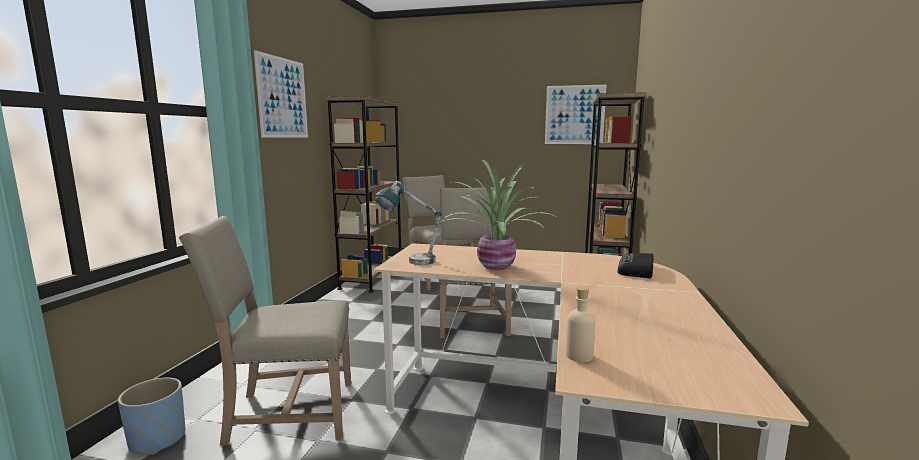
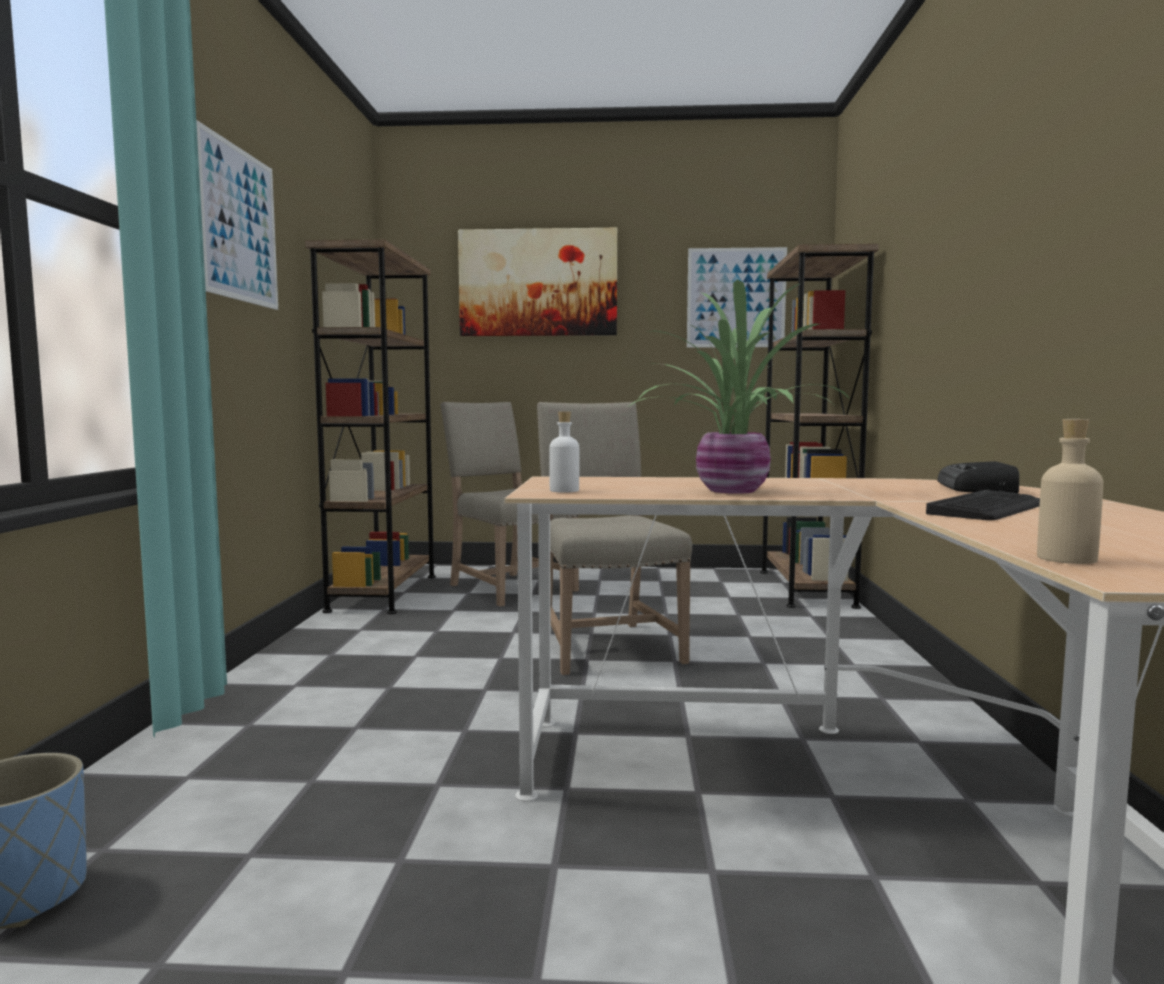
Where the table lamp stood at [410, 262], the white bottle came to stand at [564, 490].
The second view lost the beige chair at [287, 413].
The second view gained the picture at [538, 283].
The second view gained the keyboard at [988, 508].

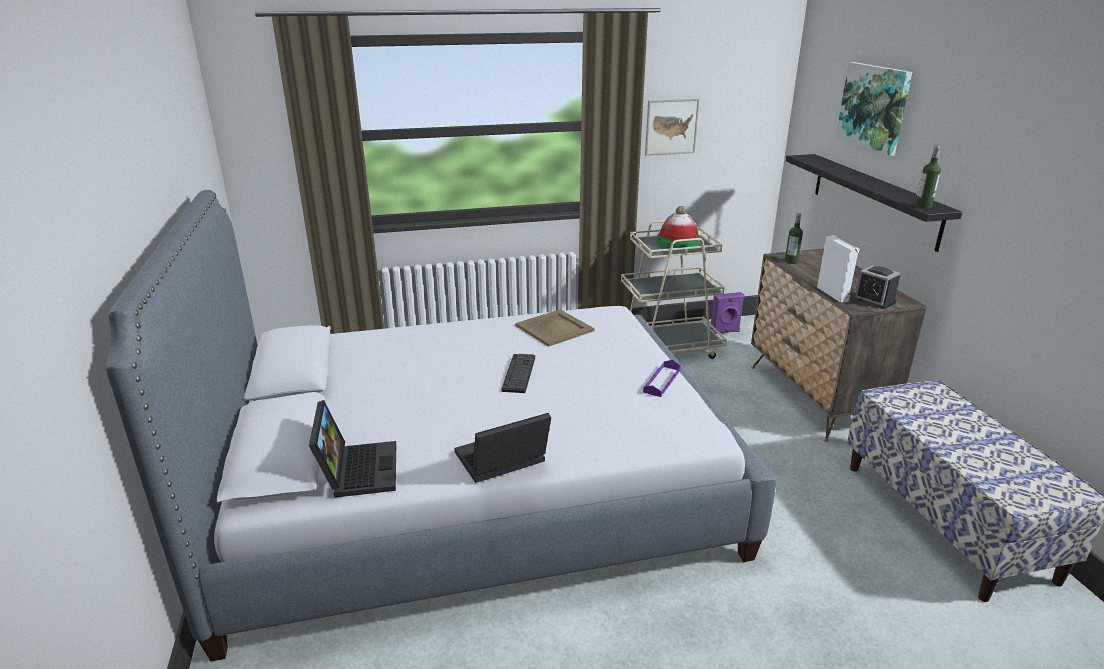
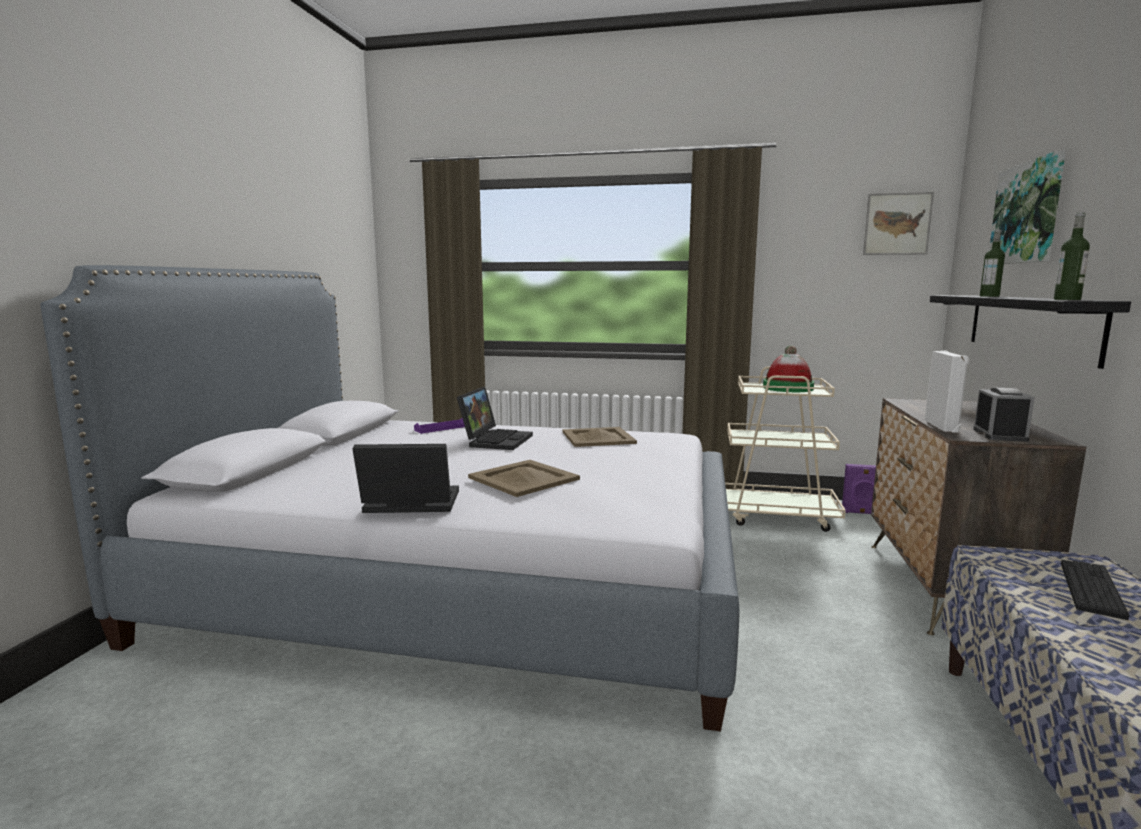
The picture ended up elsewhere, having gone from [671, 127] to [897, 224].
The bottle ended up elsewhere, having gone from [791, 261] to [989, 296].
The alarm clock at [873, 300] ended up facing another way, 150 degrees counterclockwise from before.
The keyboard ended up elsewhere, having gone from [519, 373] to [1091, 589].
The purple tray ended up elsewhere, having gone from [662, 381] to [441, 428].
The laptop ended up elsewhere, having gone from [357, 469] to [495, 440].
The second view gained the beige tray at [524, 478].

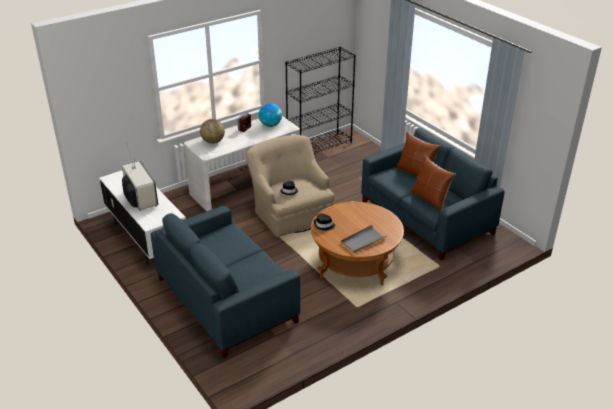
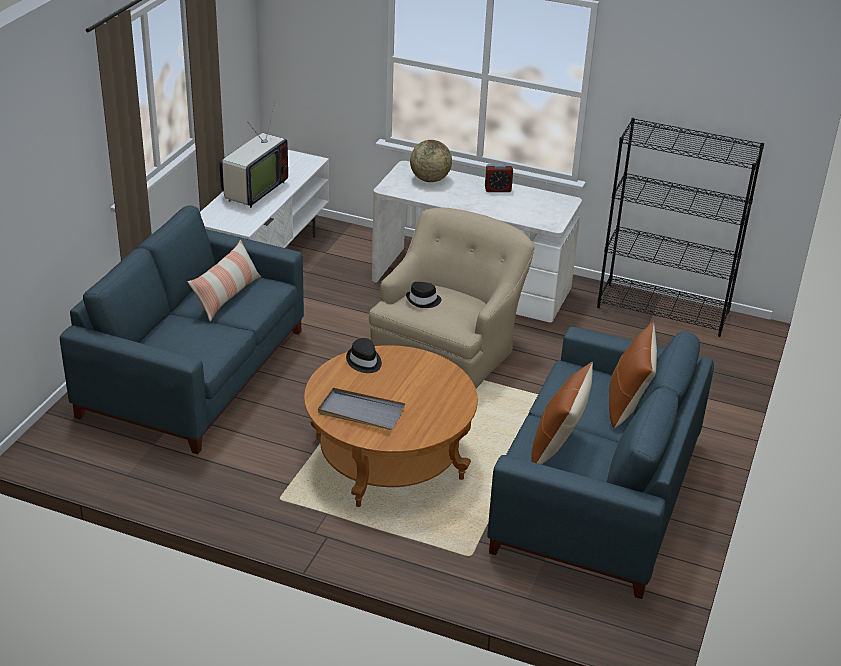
The second view lost the globe at [270, 125].
The second view gained the pillow at [227, 296].

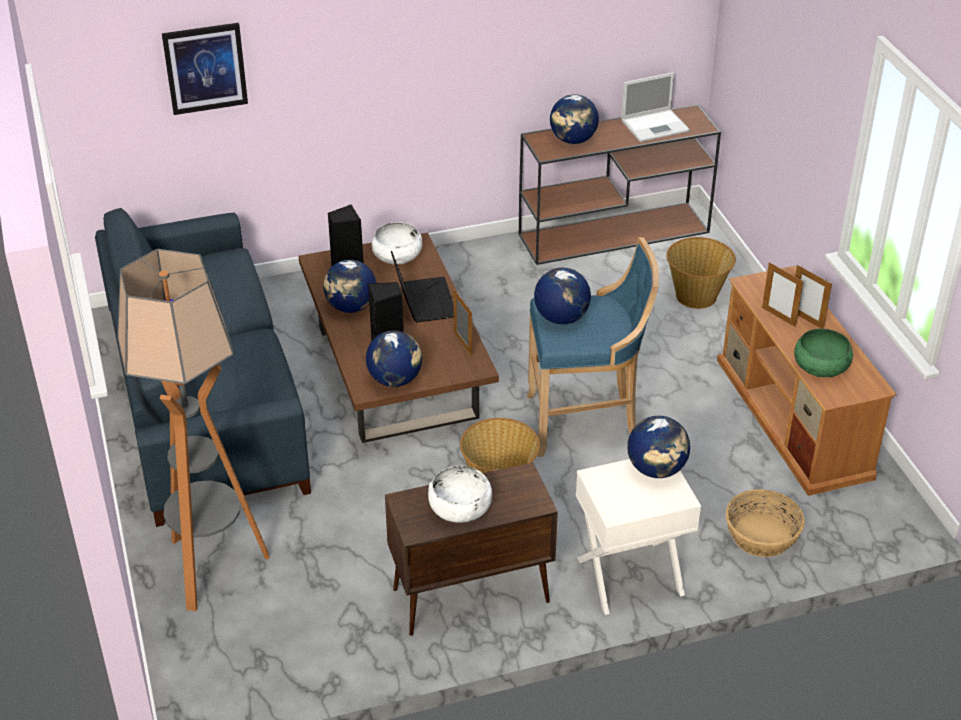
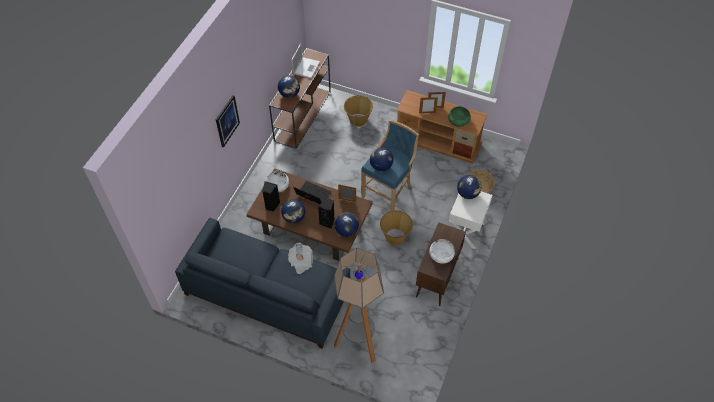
The picture ended up elsewhere, having gone from [205, 68] to [227, 121].
The second view gained the newspaper at [301, 262].

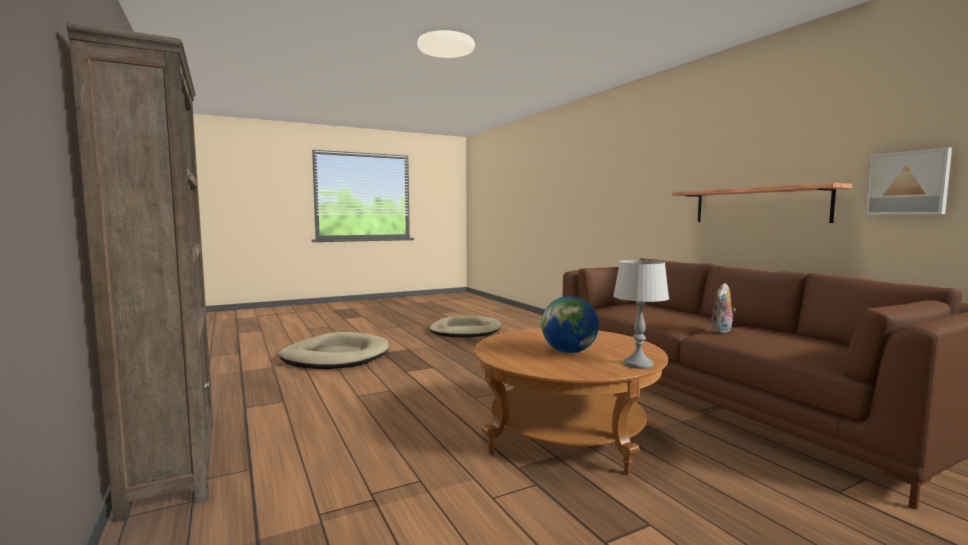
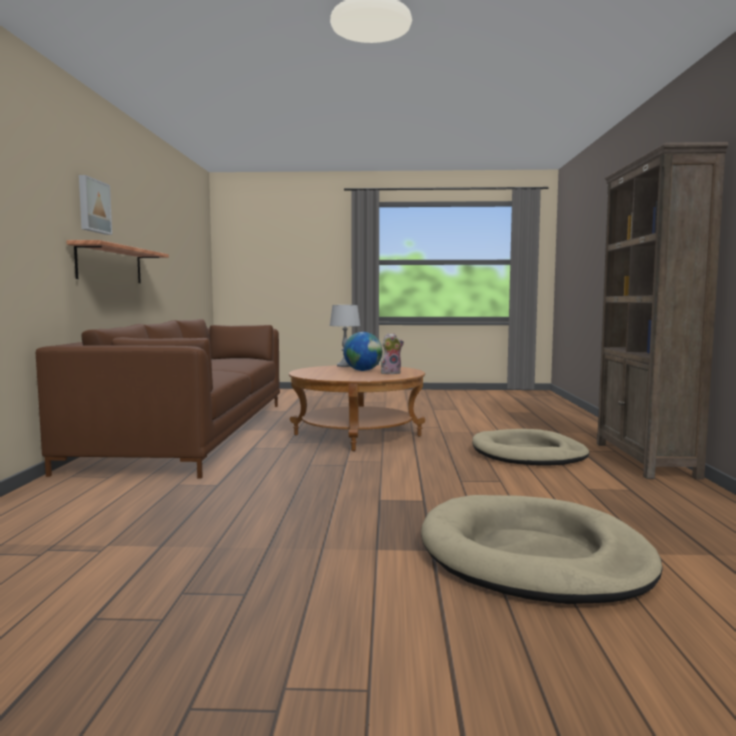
The picture ended up elsewhere, having gone from [907, 183] to [93, 206].
The plush toy ended up elsewhere, having gone from [722, 331] to [391, 373].
The beige dog bed ended up elsewhere, having gone from [465, 331] to [528, 454].

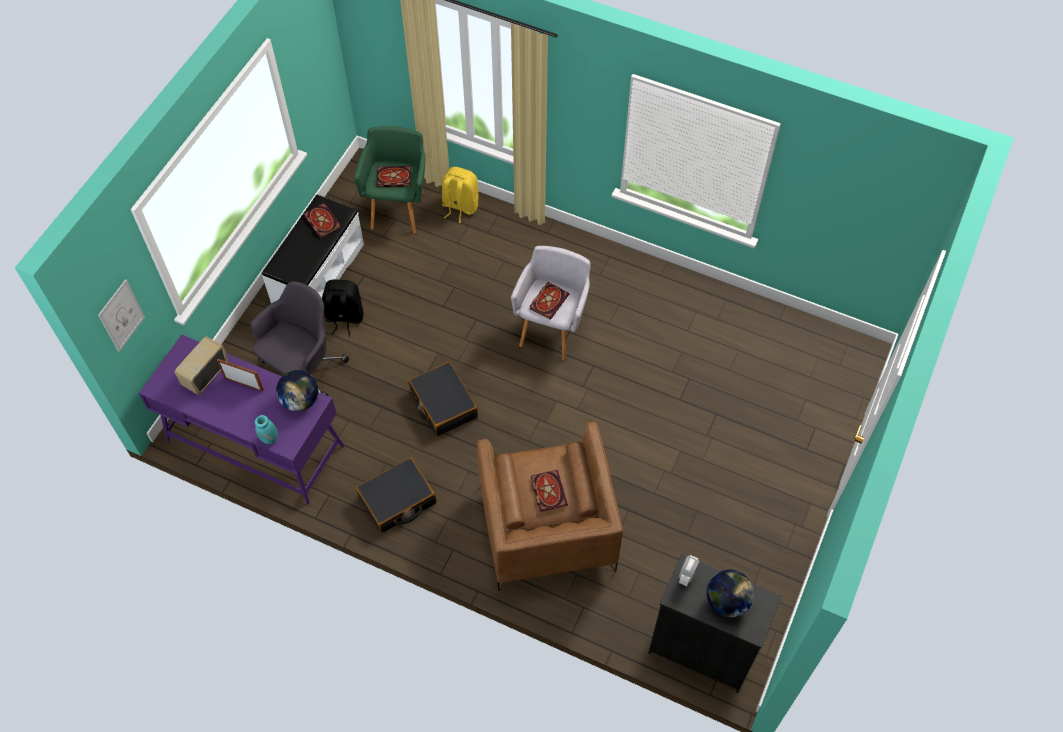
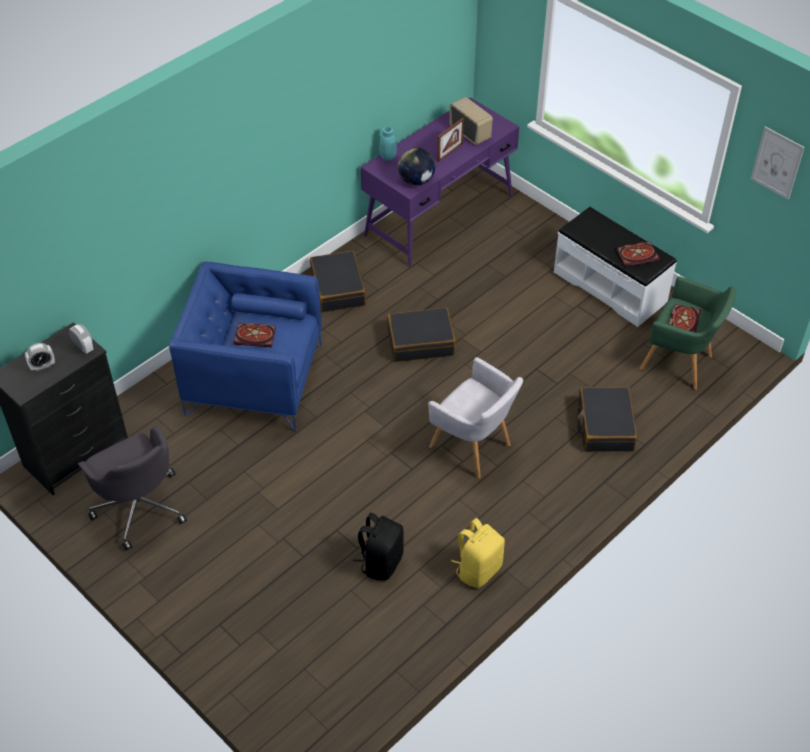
The yellow backpack ended up elsewhere, having gone from [459, 206] to [478, 569].
The picture ended up elsewhere, having gone from [121, 315] to [777, 163].
The black backpack ended up elsewhere, having gone from [344, 317] to [381, 562].
The grey office chair ended up elsewhere, having gone from [302, 369] to [139, 506].
The second view lost the book at [549, 300].
What was the brown armchair at [547, 529] turned into the blue armchair at [254, 380].
Where the globe stood at [727, 601], the alarm clock came to stand at [42, 366].
The second view gained the black suitcase at [605, 426].

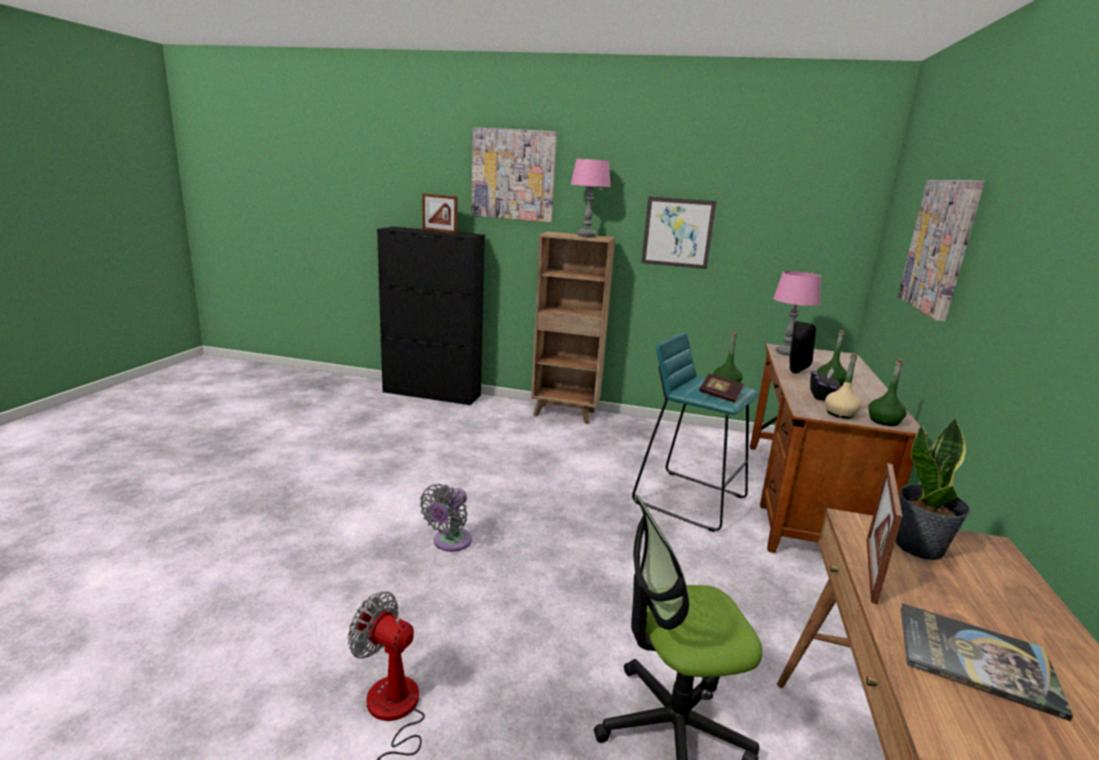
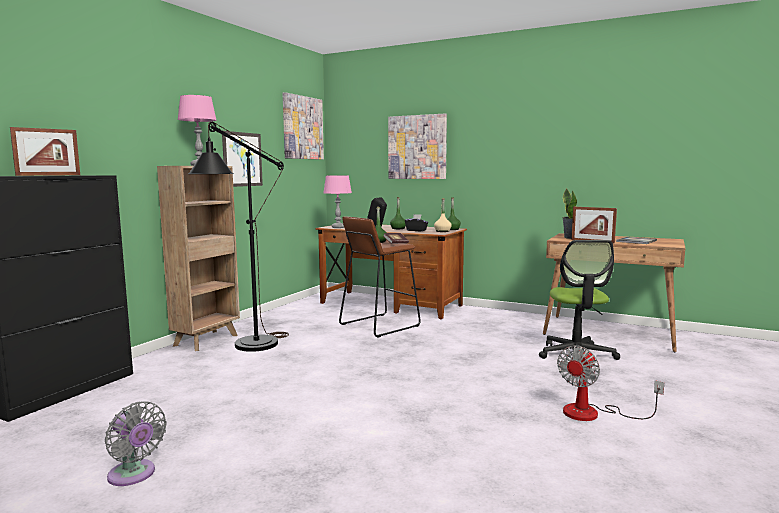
The picture ended up elsewhere, having gone from [513, 175] to [302, 128].
What was the turquoise stool at [689, 499] turned into the brown stool at [379, 325].
The grey fan ended up elsewhere, having gone from [450, 542] to [134, 475].
The second view gained the black floor lamp at [247, 348].

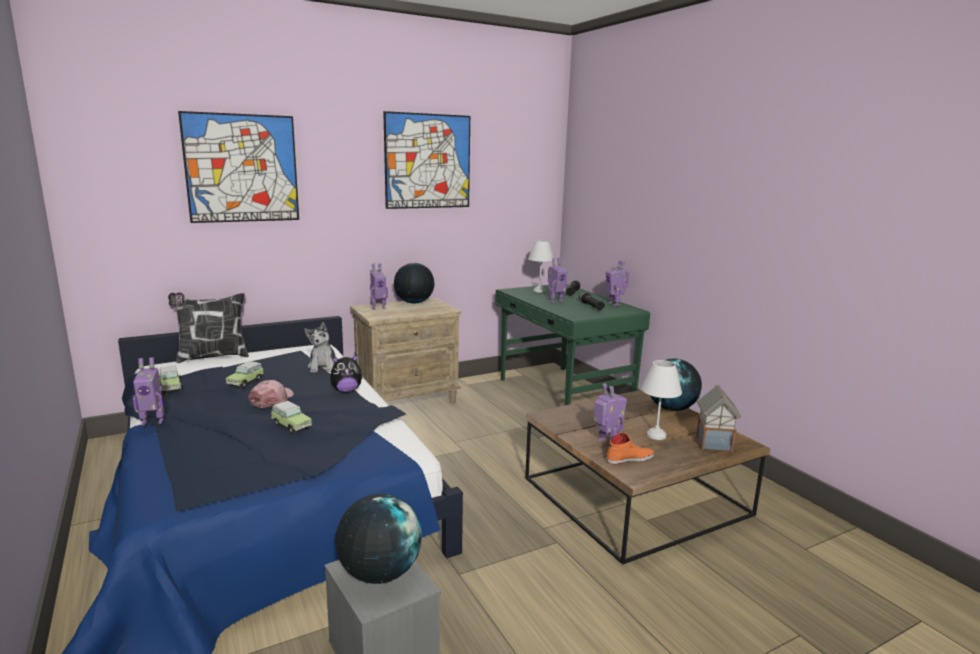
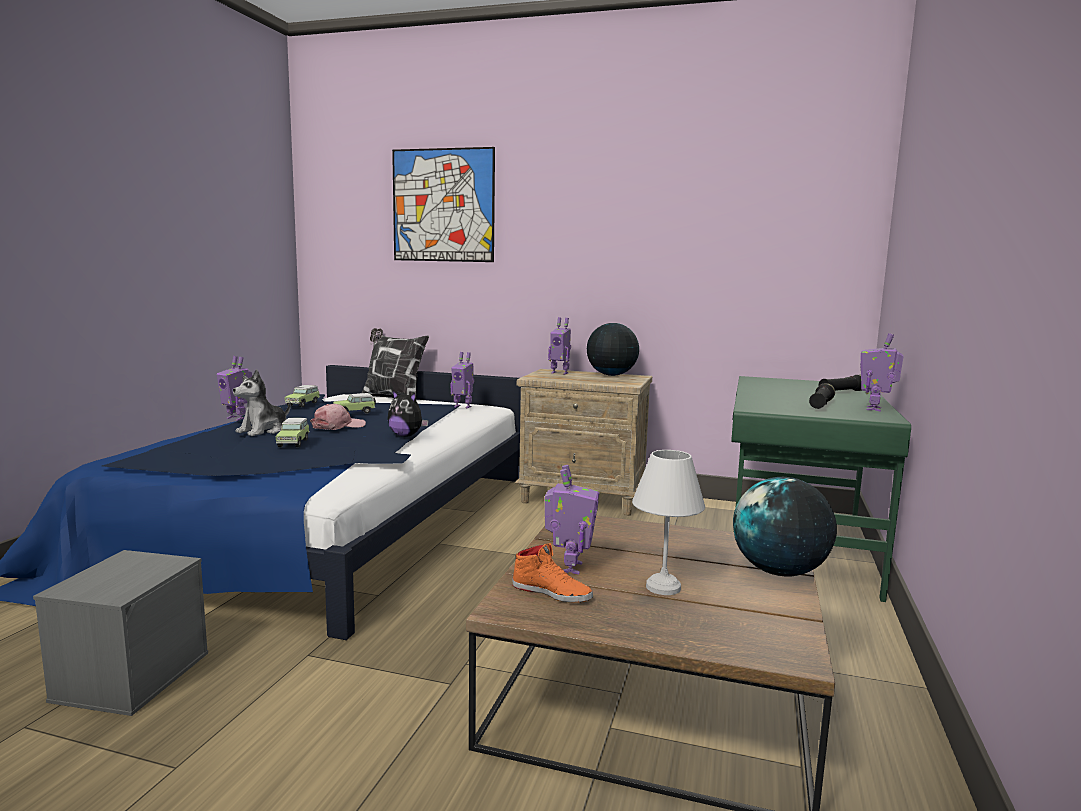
The second view lost the picture at [428, 161].
The second view lost the white table lamp at [539, 291].
The toy robot ended up elsewhere, having gone from [555, 301] to [463, 406].
The plush toy ended up elsewhere, having gone from [323, 367] to [263, 430].
The second view lost the toy house at [713, 443].
The second view lost the globe at [379, 573].

